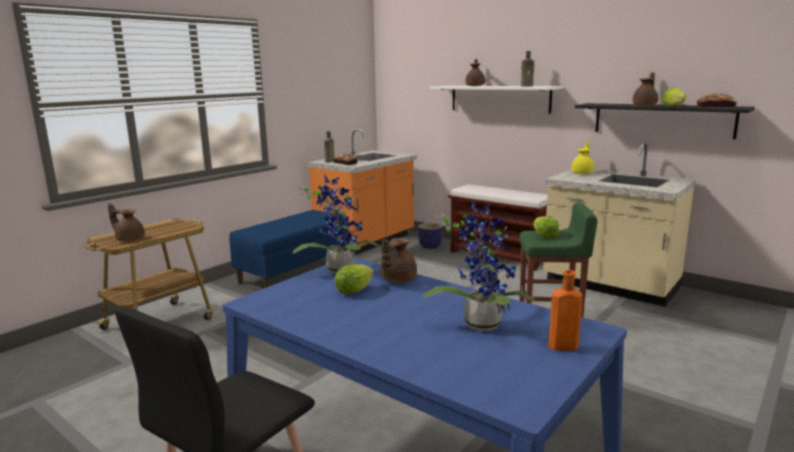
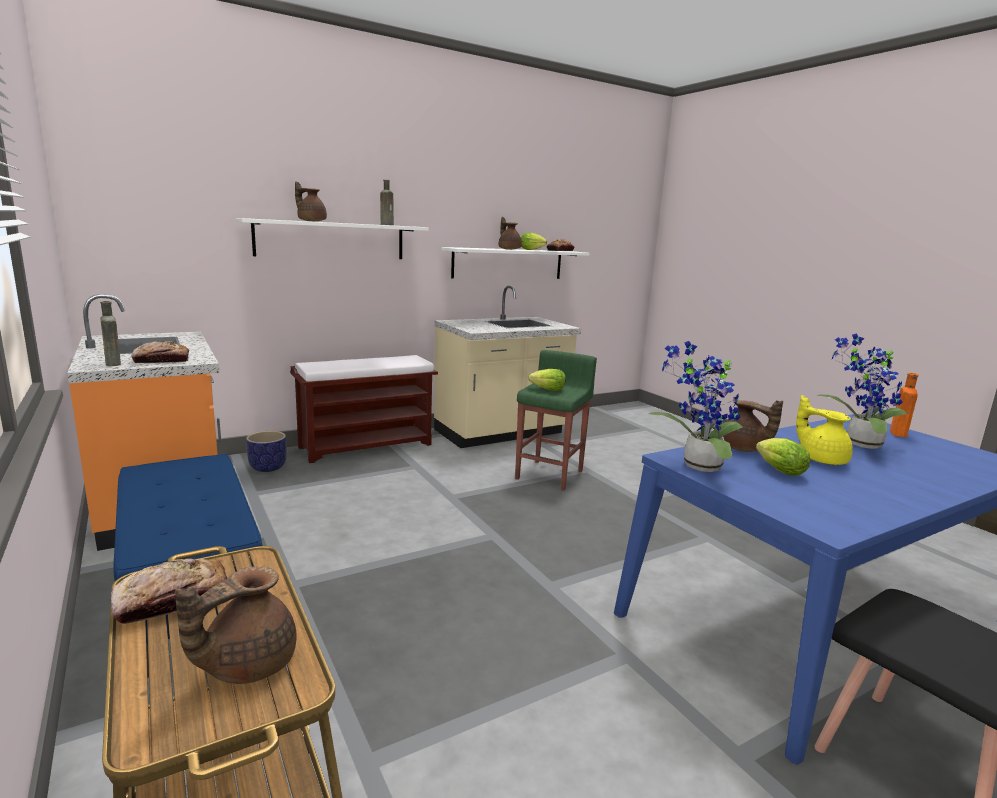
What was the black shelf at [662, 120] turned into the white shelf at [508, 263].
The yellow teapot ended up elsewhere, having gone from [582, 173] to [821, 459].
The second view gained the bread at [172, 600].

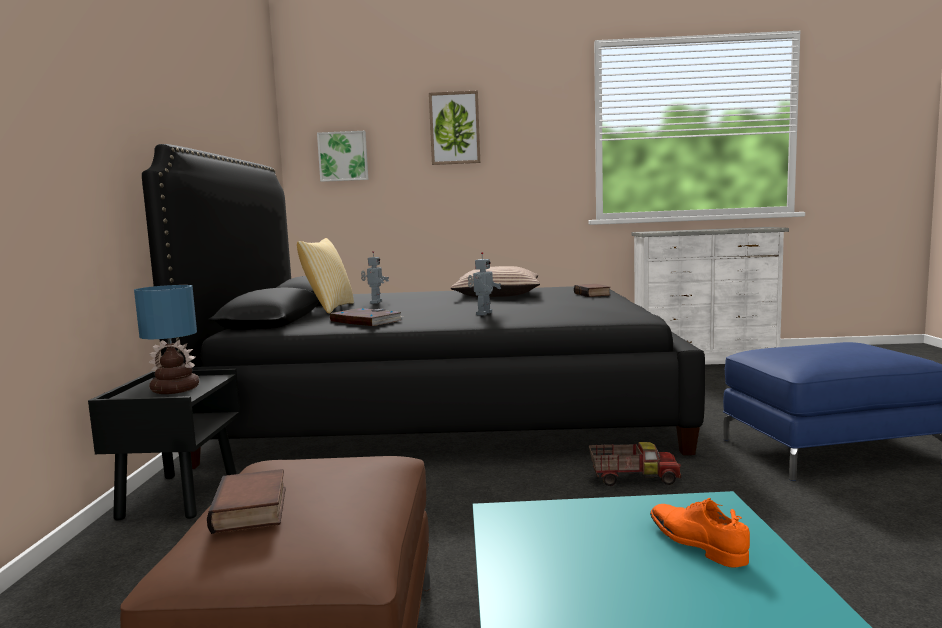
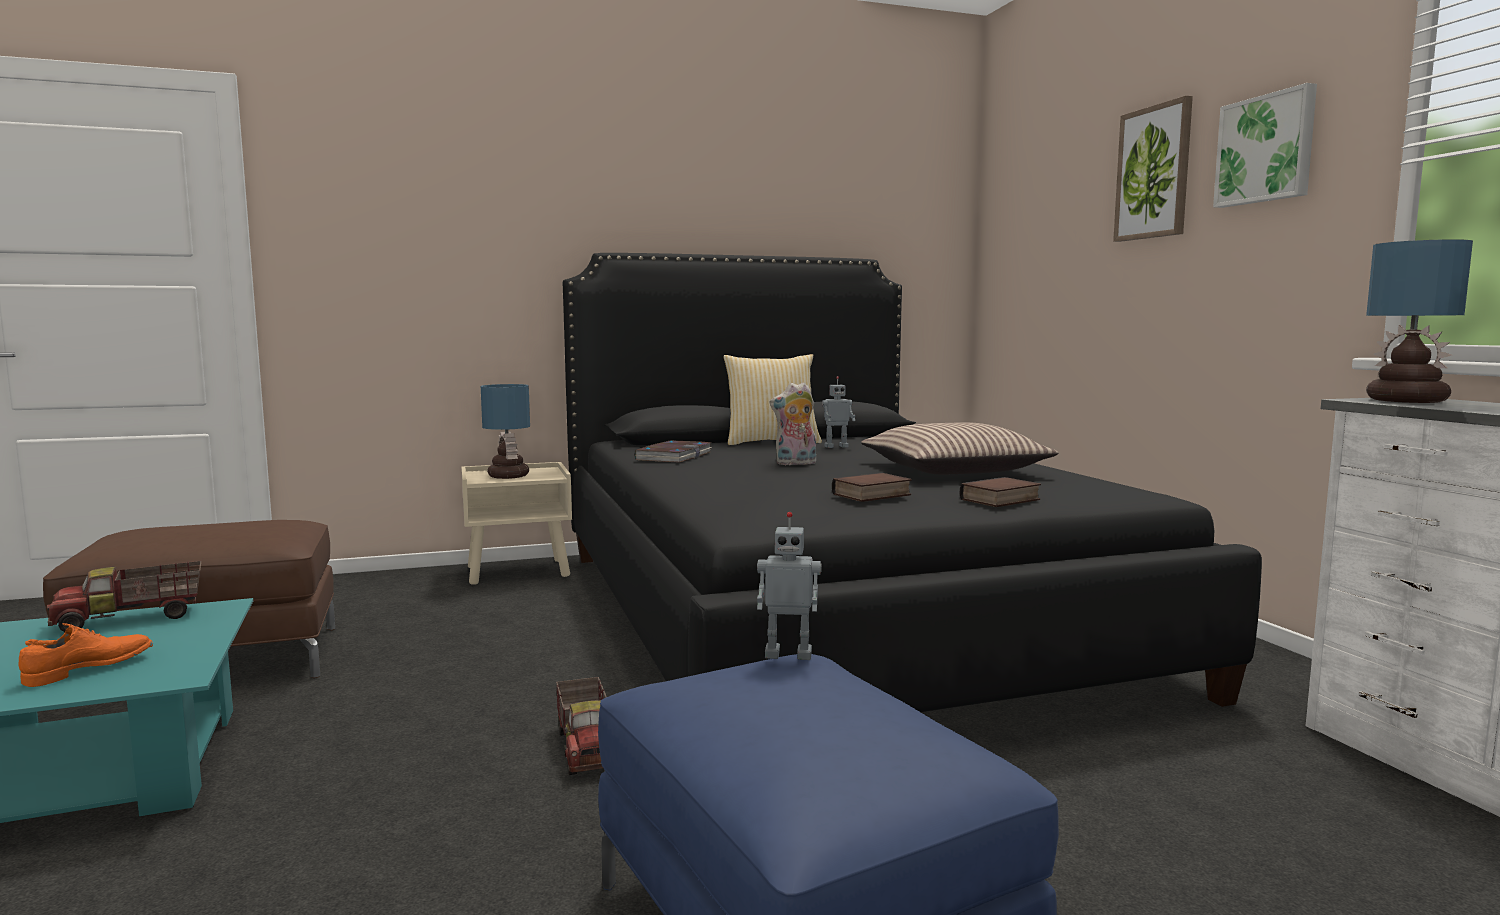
The picture ended up elsewhere, having gone from [343, 156] to [1266, 149].
The toy robot ended up elsewhere, having gone from [483, 313] to [788, 654].
What was the black nightstand at [180, 495] turned into the beige nightstand at [519, 571].
The book ended up elsewhere, having gone from [253, 510] to [872, 495].
The second view gained the table lamp at [1403, 400].
The second view gained the plush toy at [795, 463].
The second view gained the toy truck at [131, 619].

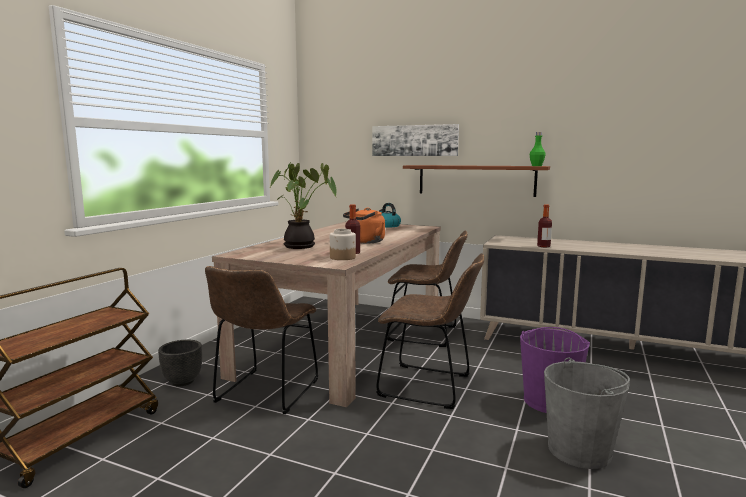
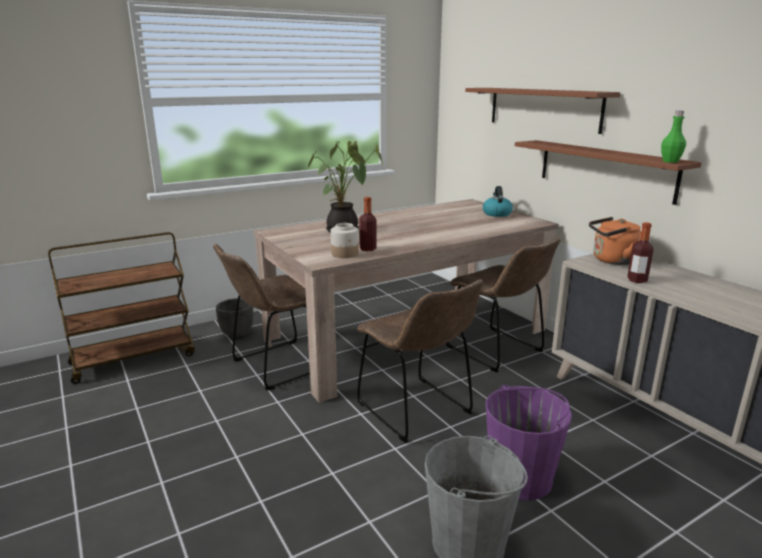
Where the picture hung at [414, 140], the brown shelf came to hang at [543, 108].
The orange kettle ended up elsewhere, having gone from [365, 242] to [612, 260].

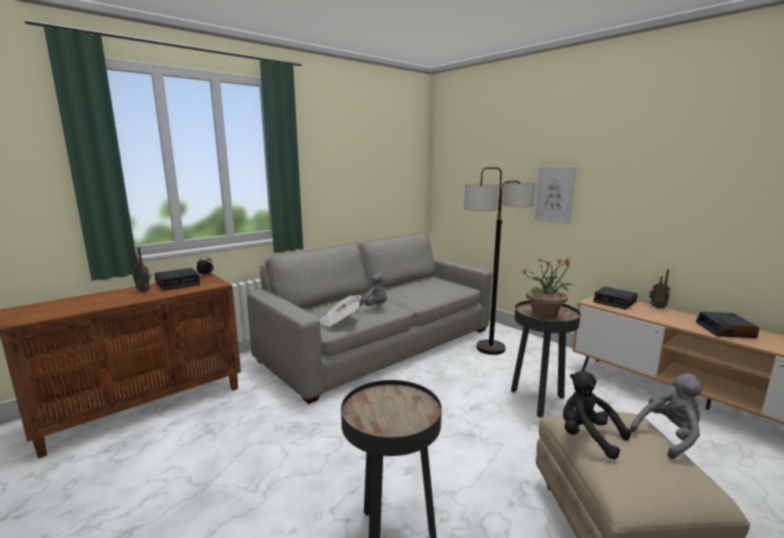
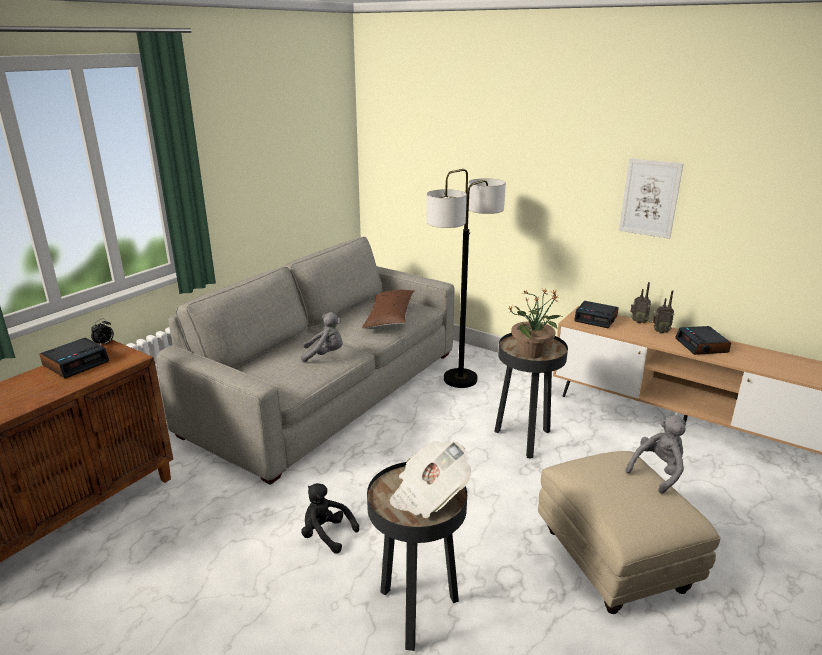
The picture ended up elsewhere, having gone from [554, 194] to [650, 198].
The radio ended up elsewhere, having gone from [144, 291] to [659, 331].
The newspaper ended up elsewhere, having gone from [339, 321] to [428, 495].
The black plush toy ended up elsewhere, having gone from [587, 437] to [326, 534].
The second view gained the brown pillow at [389, 317].

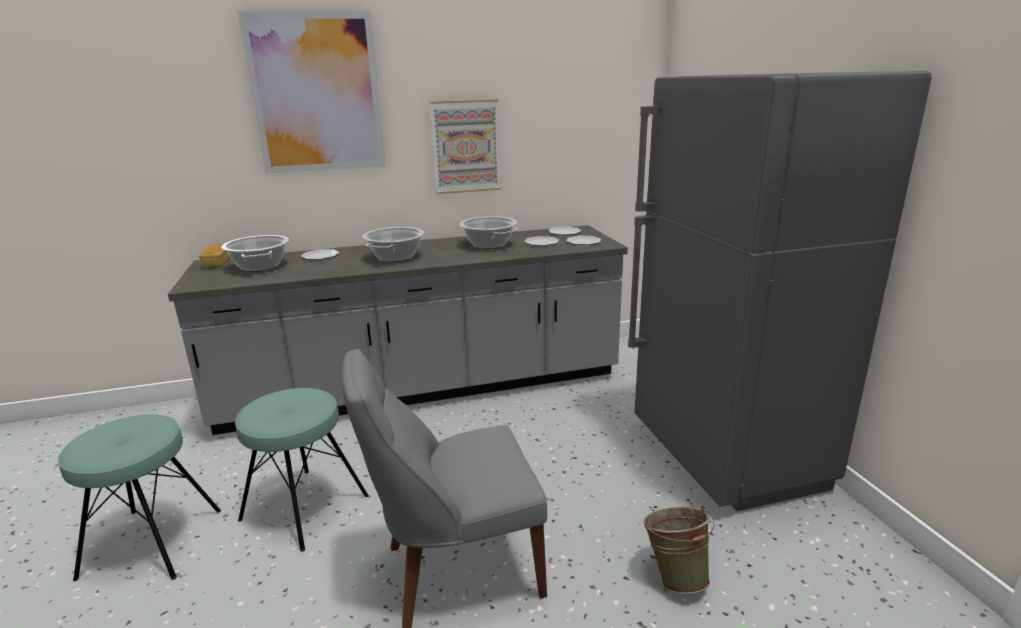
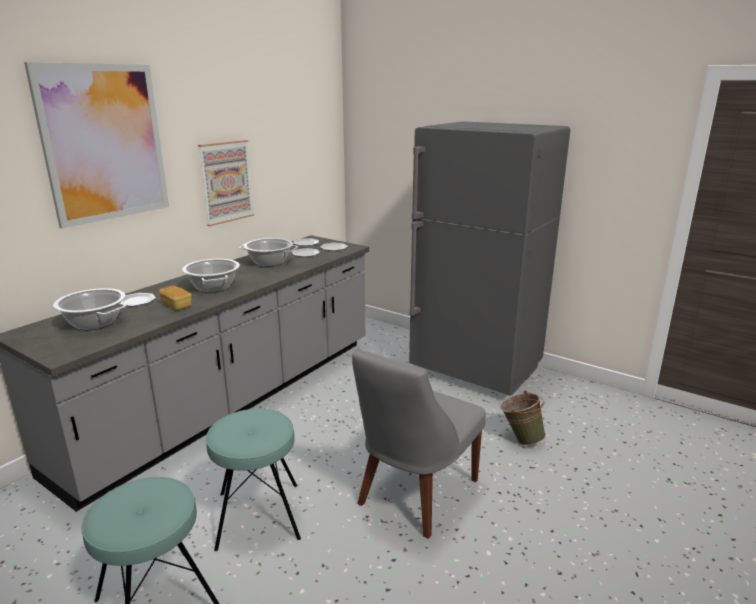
The bread ended up elsewhere, having gone from [217, 263] to [176, 305].

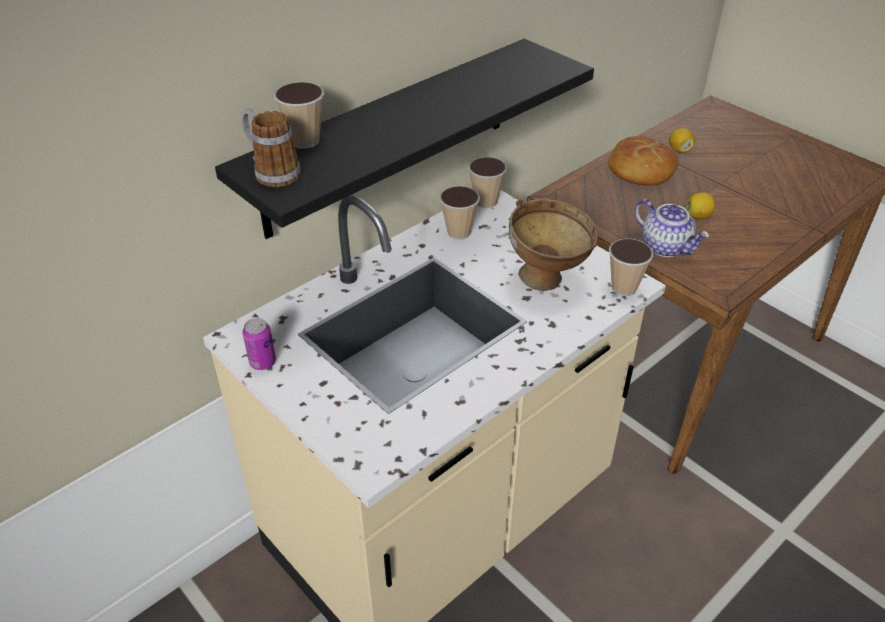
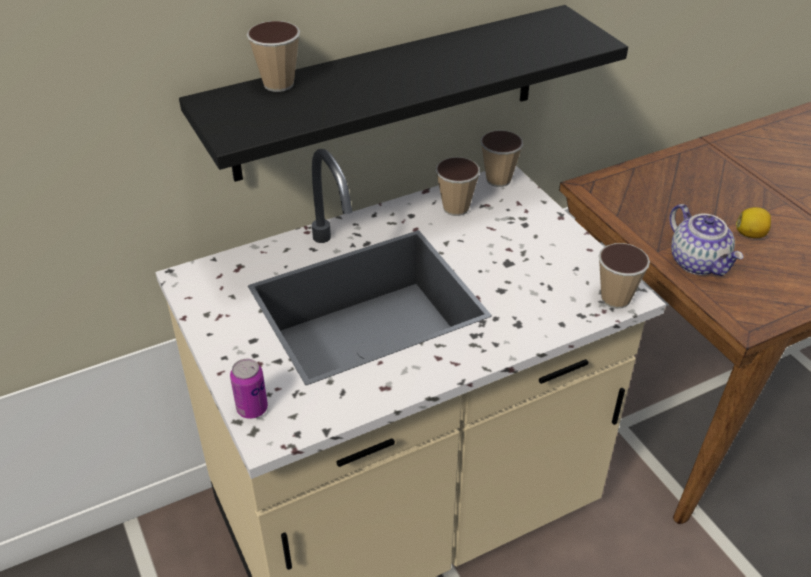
The second view lost the mug at [271, 172].
The second view lost the lemon at [679, 150].
The second view lost the bread at [640, 171].
The second view lost the brown bowl at [549, 281].
The can ended up elsewhere, having gone from [263, 362] to [252, 408].

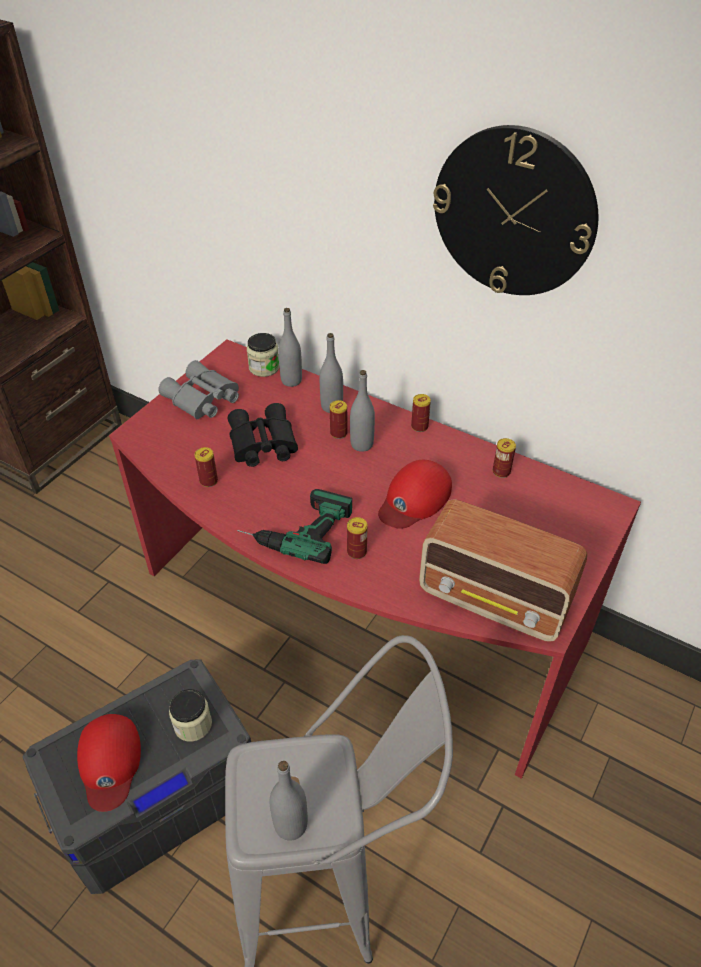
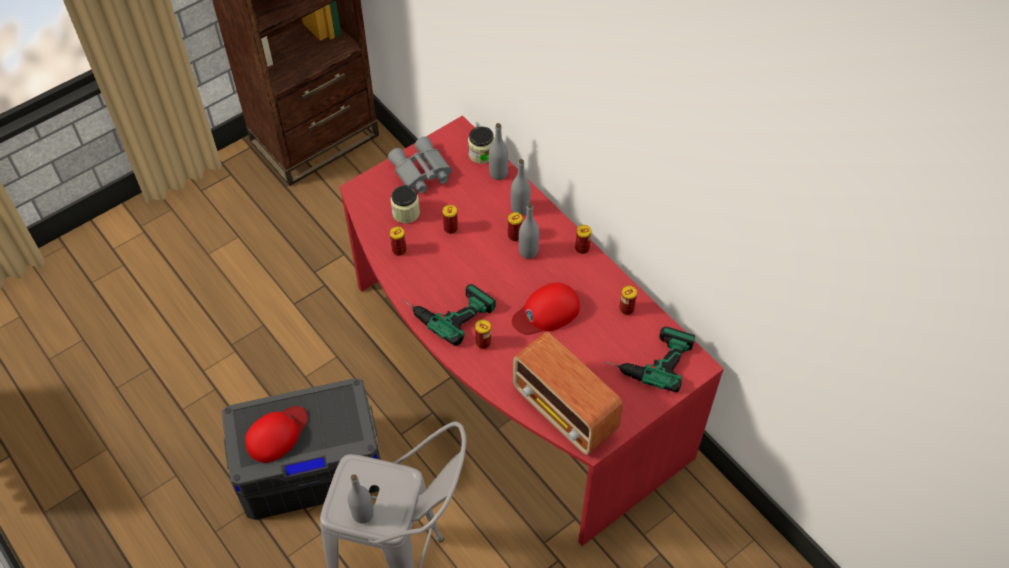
The second view lost the wall clock at [514, 213].
Where the black binoculars stood at [261, 444], the can came to stand at [450, 228].
The jar ended up elsewhere, having gone from [193, 724] to [406, 213].
The red cap at [110, 762] ended up facing another way, 150 degrees counterclockwise from before.
The second view gained the power drill at [648, 358].

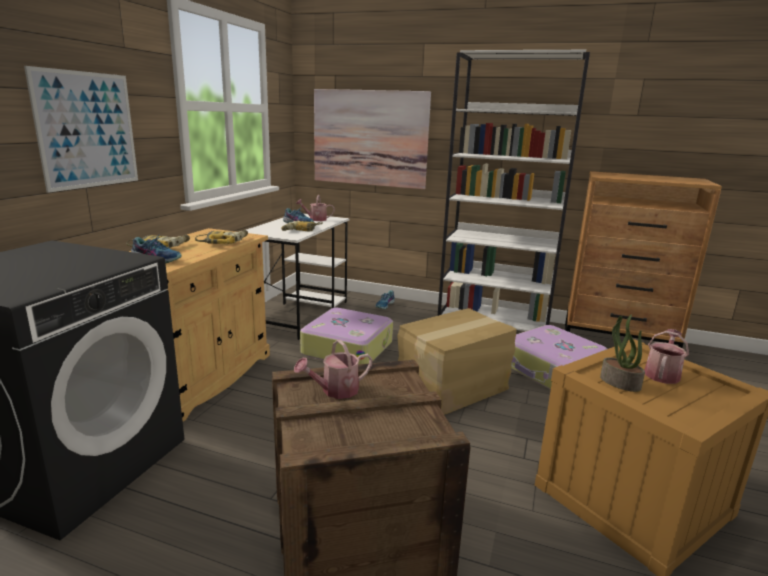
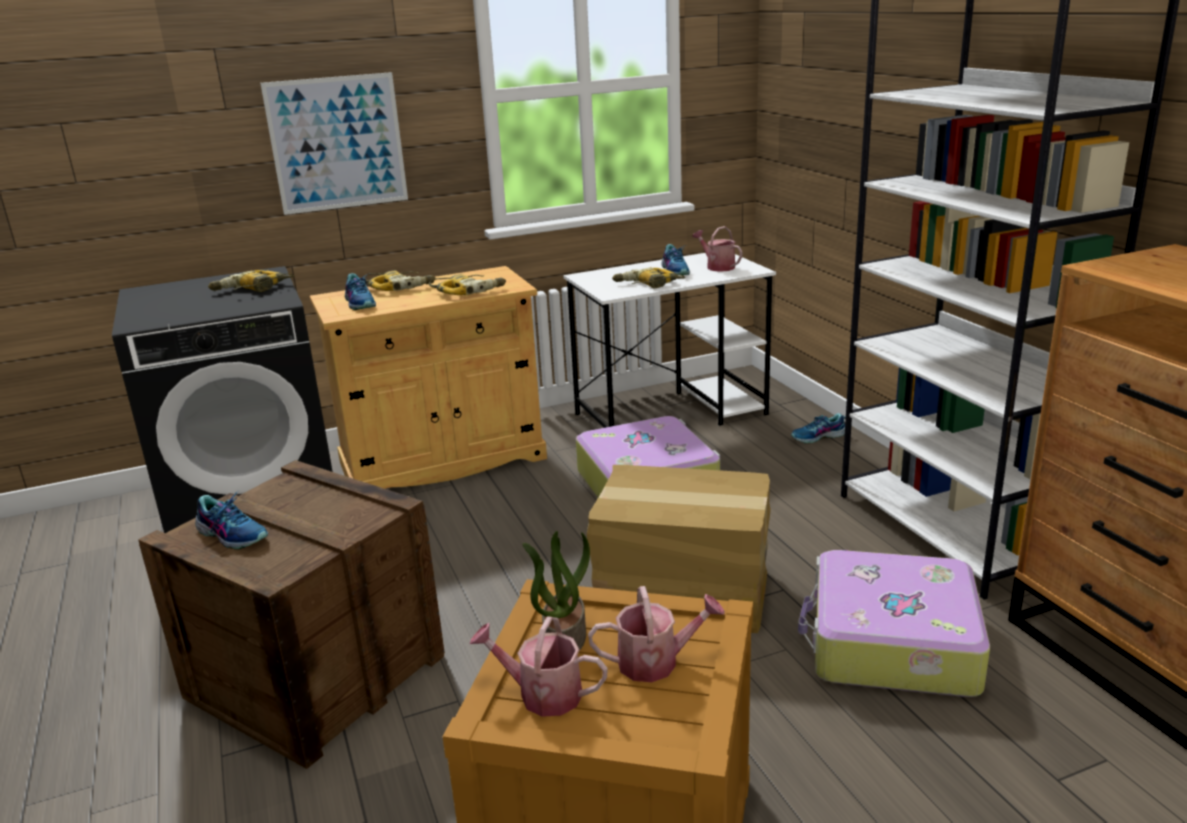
The second view lost the picture at [370, 138].
The watering can ended up elsewhere, having gone from [335, 391] to [542, 694].
The second view gained the power drill at [252, 289].
The second view gained the shoe at [233, 535].

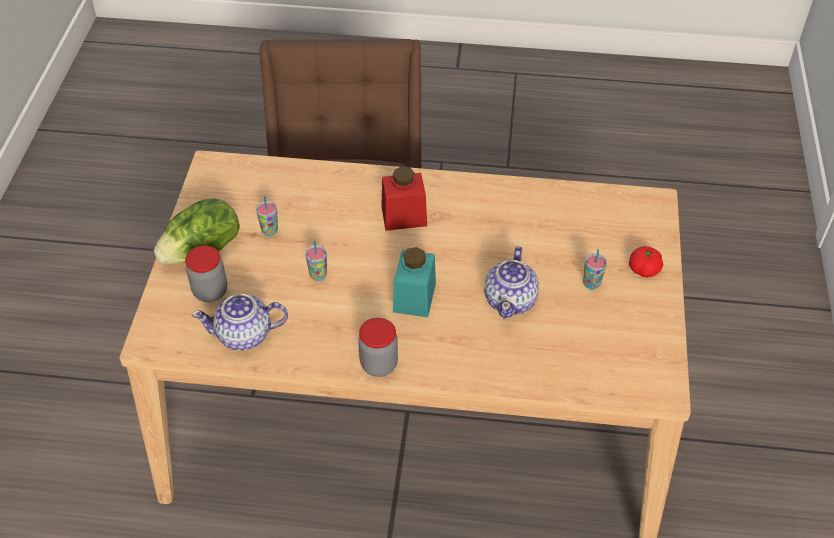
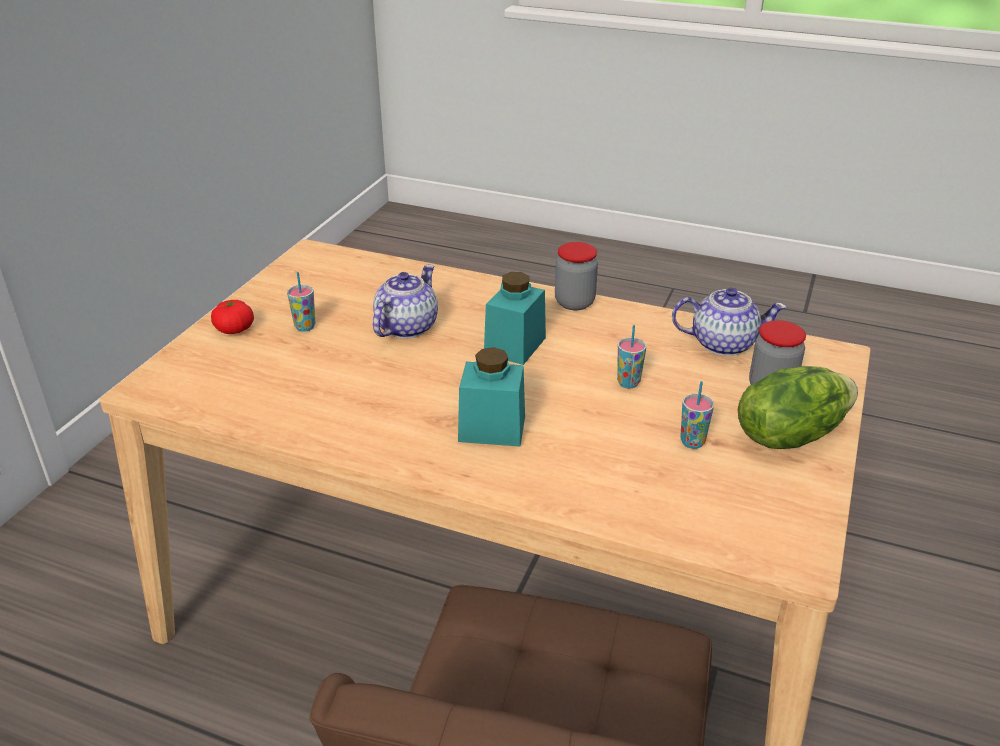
What was the red jar at [404, 216] turned into the turquoise jar at [492, 429].

